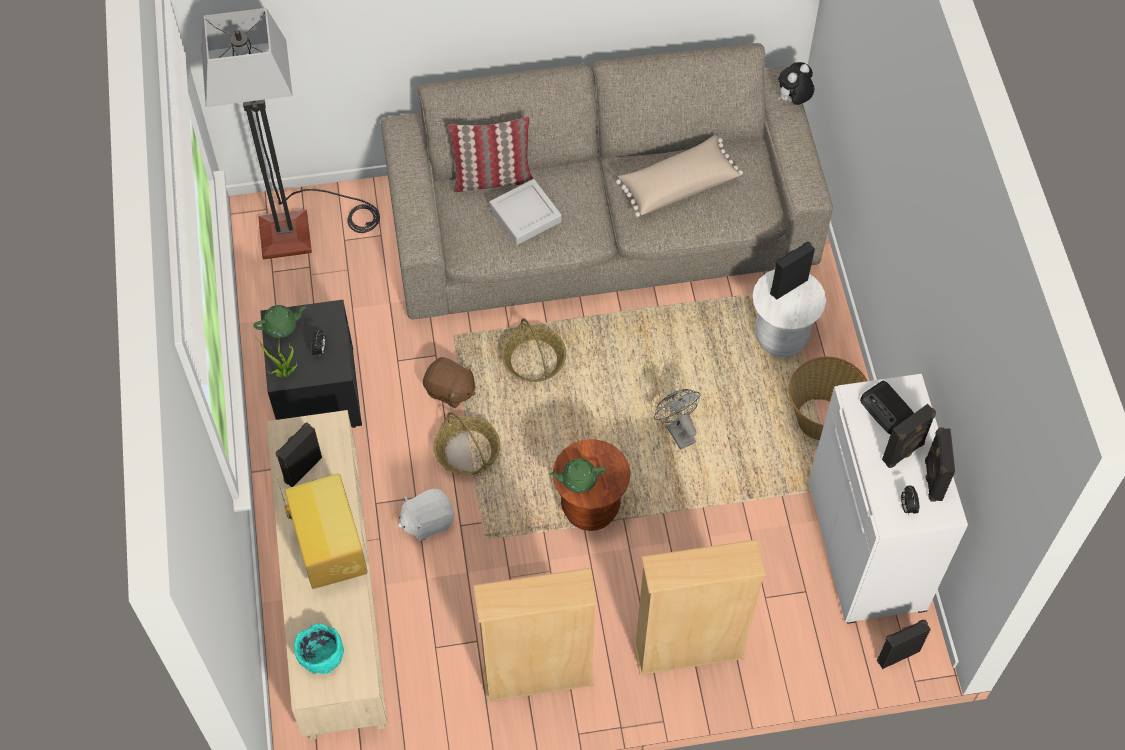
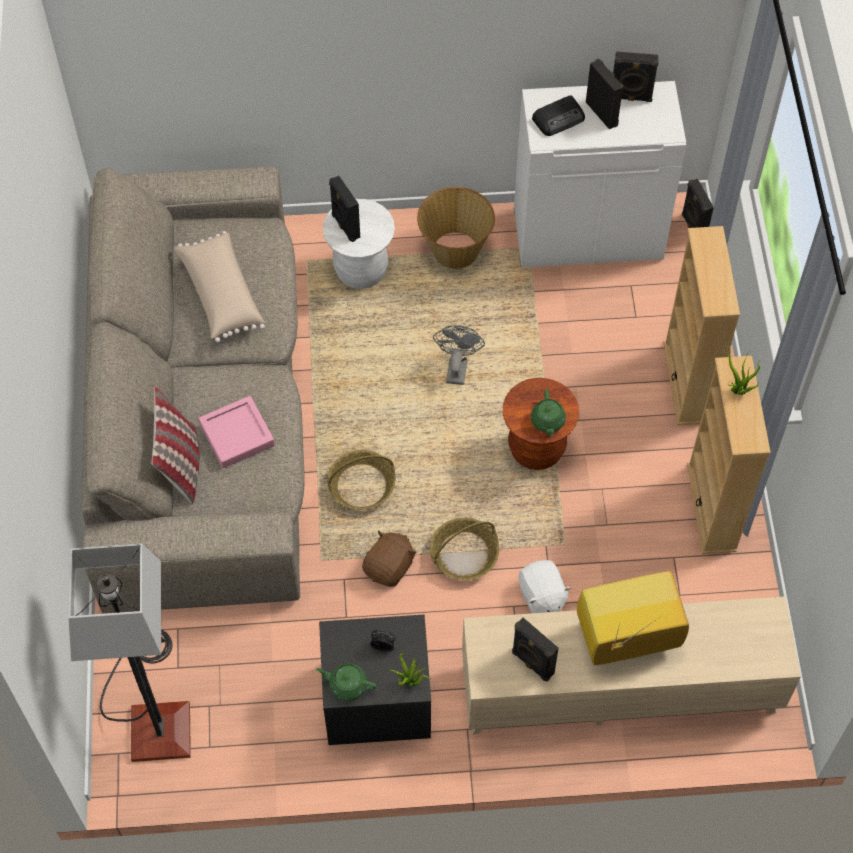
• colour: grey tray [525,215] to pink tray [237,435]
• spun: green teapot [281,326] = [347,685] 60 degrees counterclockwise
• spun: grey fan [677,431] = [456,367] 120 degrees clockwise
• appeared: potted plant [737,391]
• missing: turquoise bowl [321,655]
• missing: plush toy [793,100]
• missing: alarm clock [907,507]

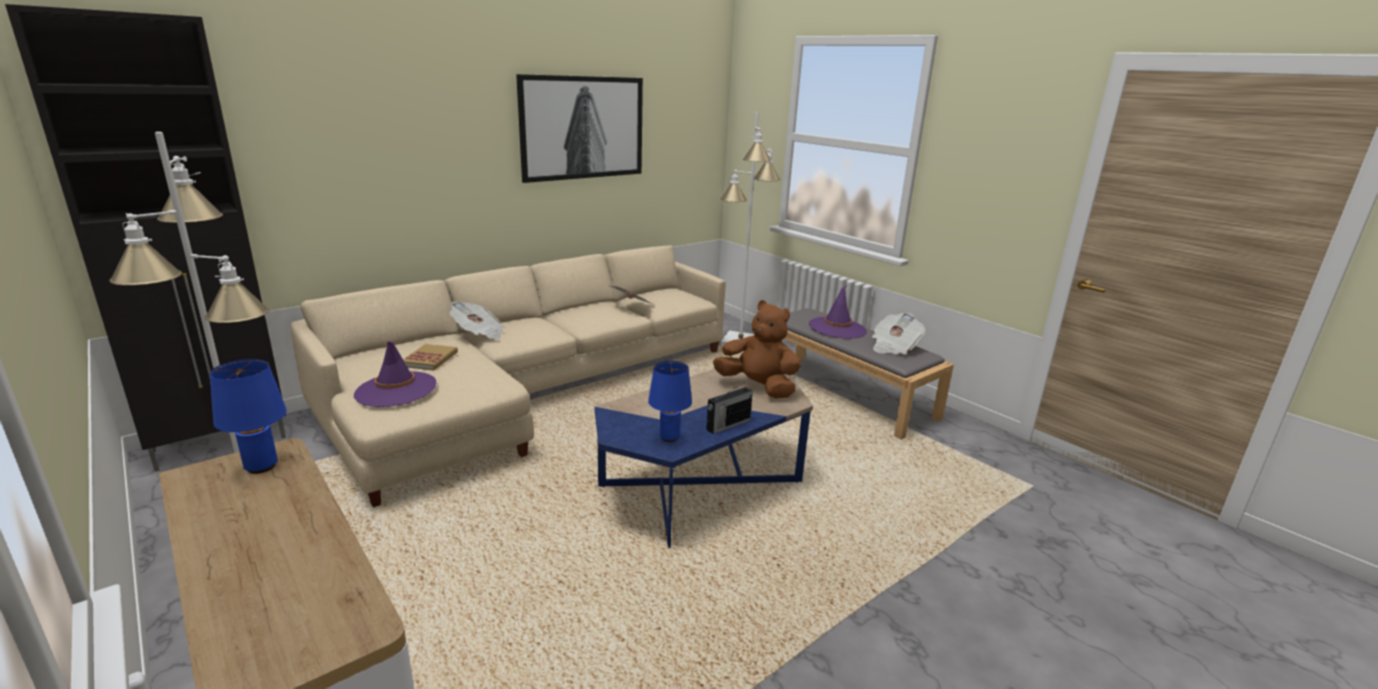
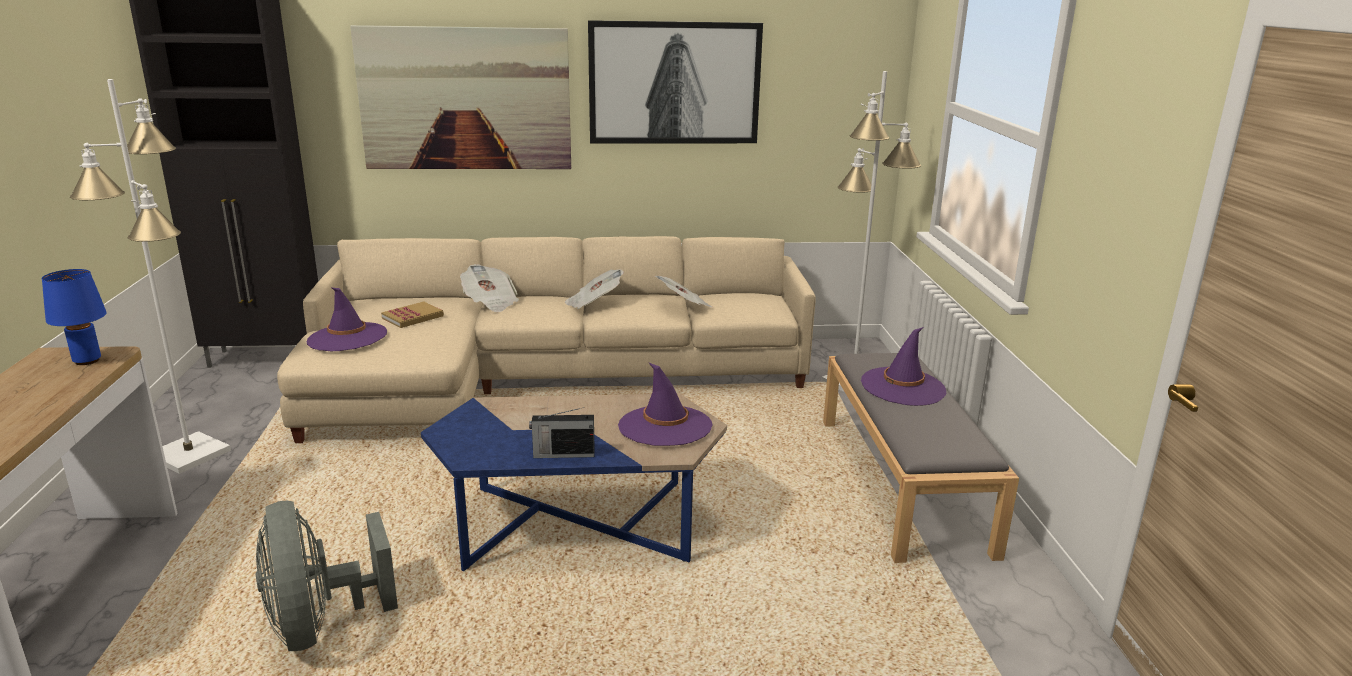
• appeared: grey fan [321,625]
• appeared: picture [465,99]
• relocated: newspaper [893,347] to [593,303]
• exchanged: brown plush toy [758,387] to purple hat [665,426]
• missing: blue table lamp [669,438]

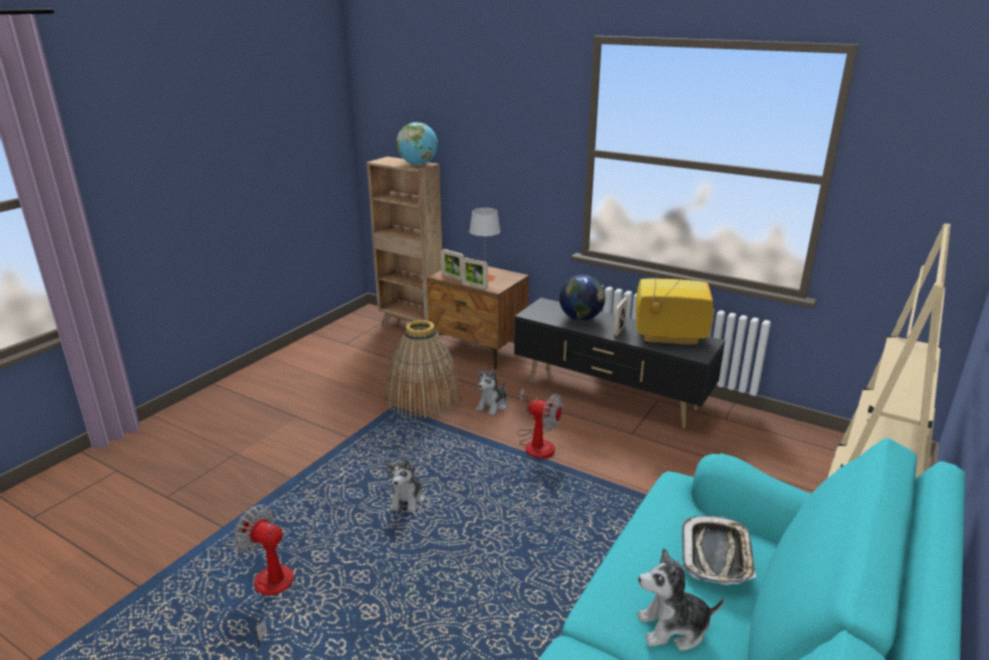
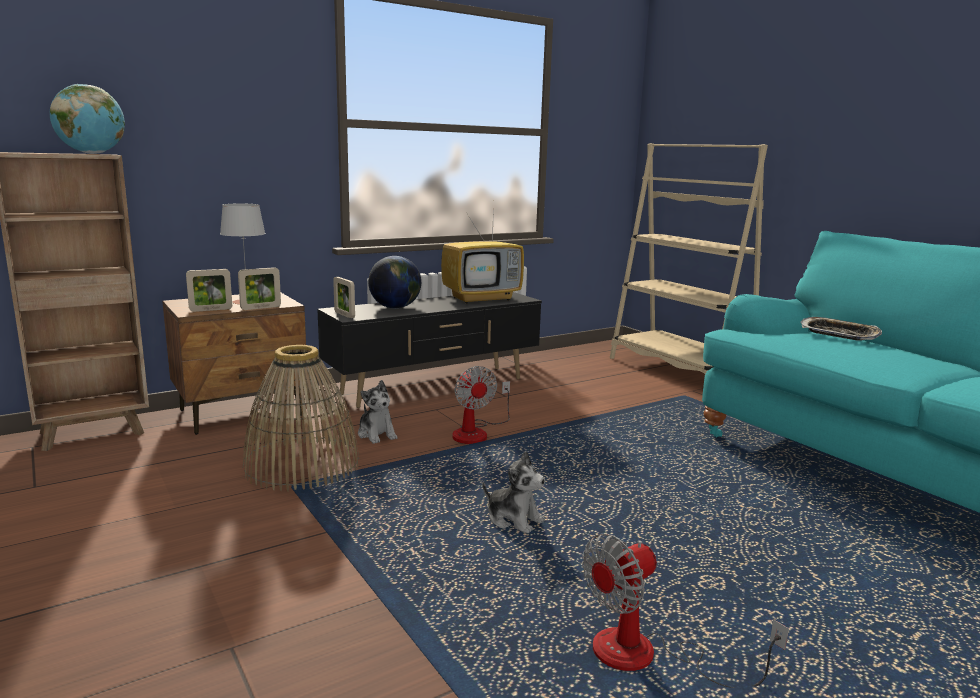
• relocated: picture frame [619,330] to [344,315]
• spun: television [667,339] = [482,298] 150 degrees counterclockwise
• spun: fan [537,443] = [476,432] 105 degrees clockwise
• missing: plush toy [673,628]

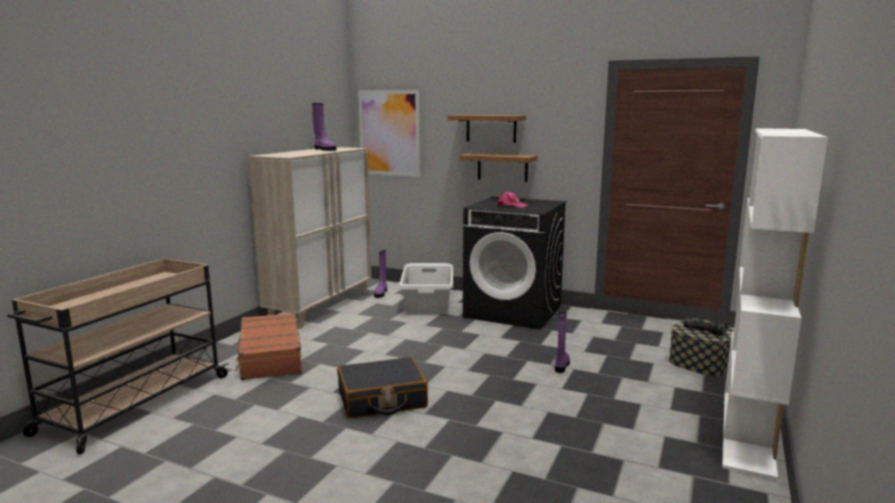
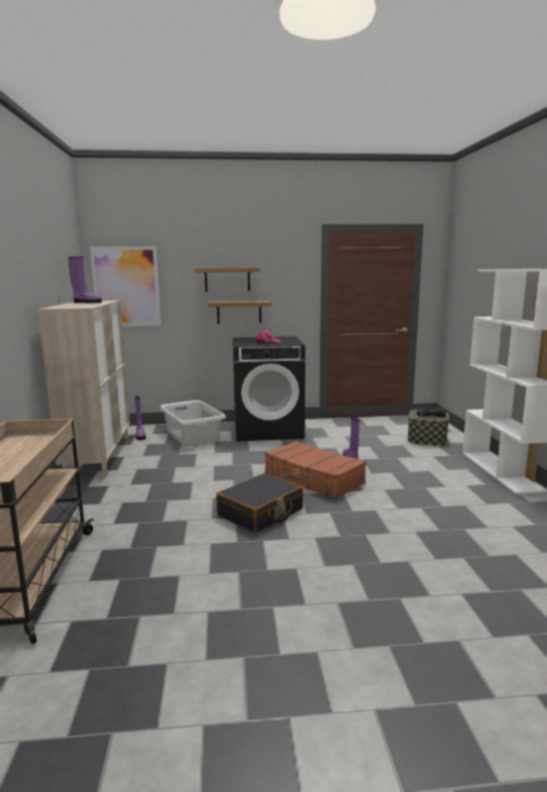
• relocated: brown suitcase [270,356] to [313,479]

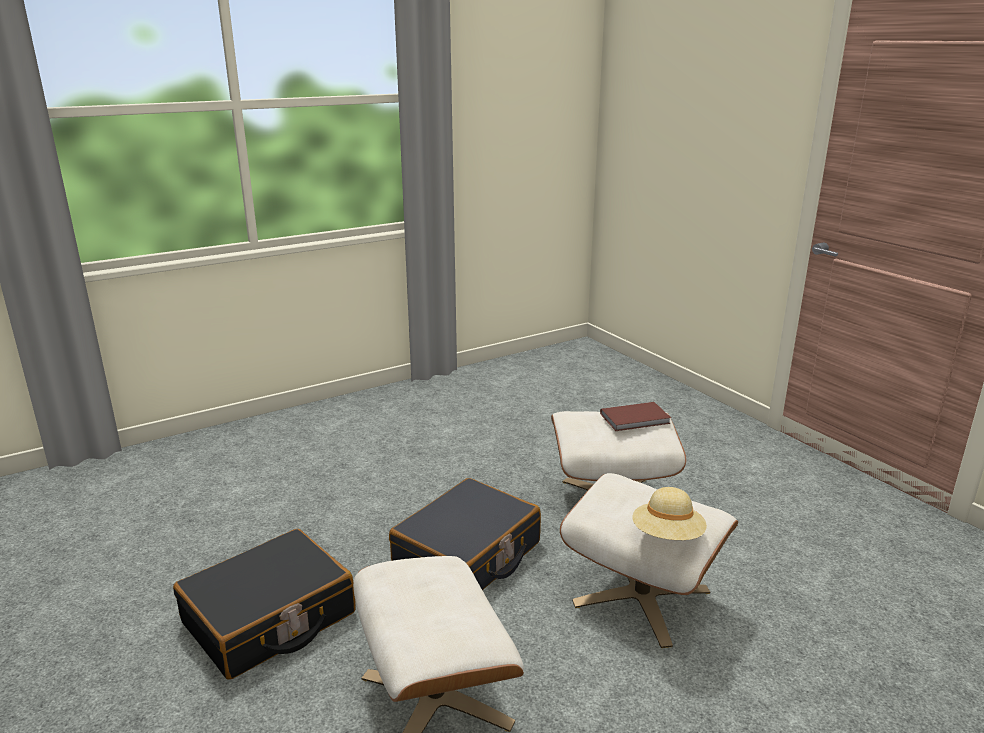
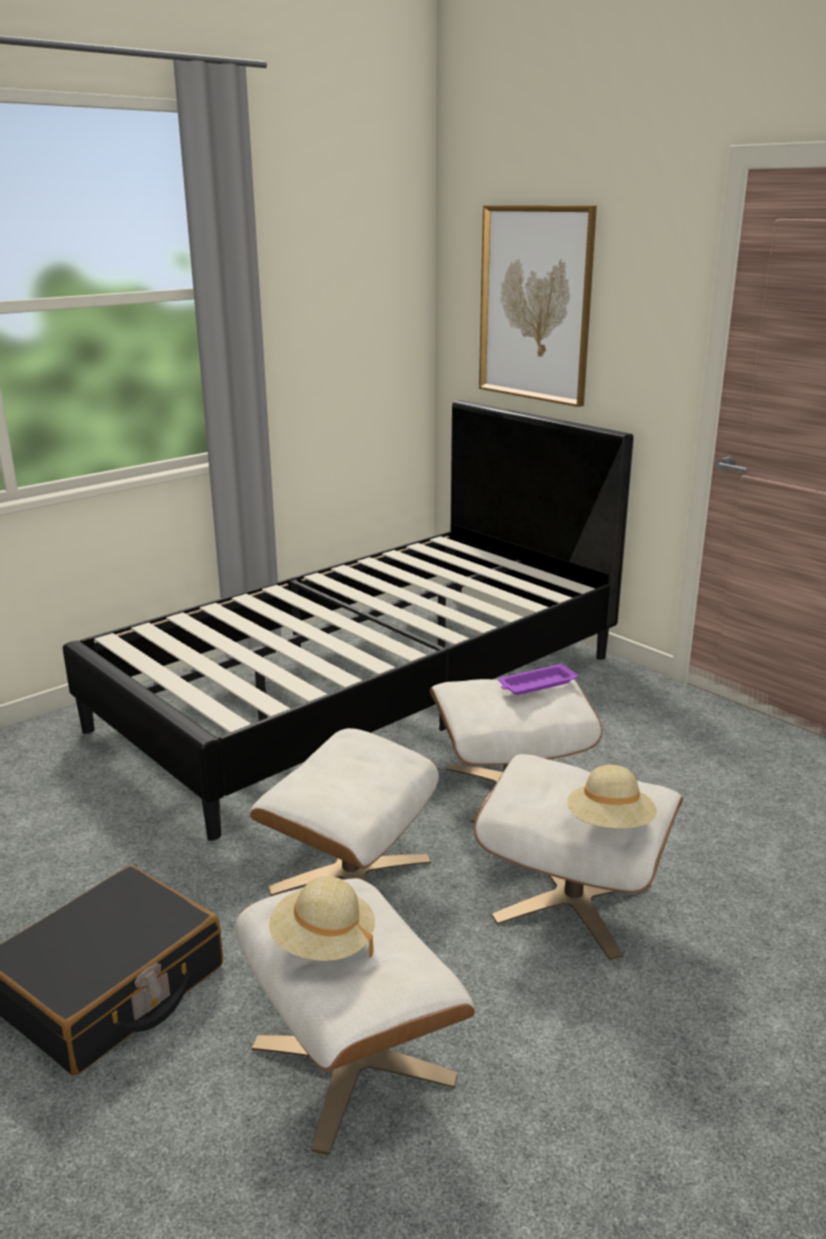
• appeared: black bed [365,691]
• exchanged: black suitcase [468,555] to beige ottoman [350,875]
• appeared: beige hat [323,943]
• appeared: picture [535,304]
• exchanged: brown book [636,419] to purple tray [536,685]

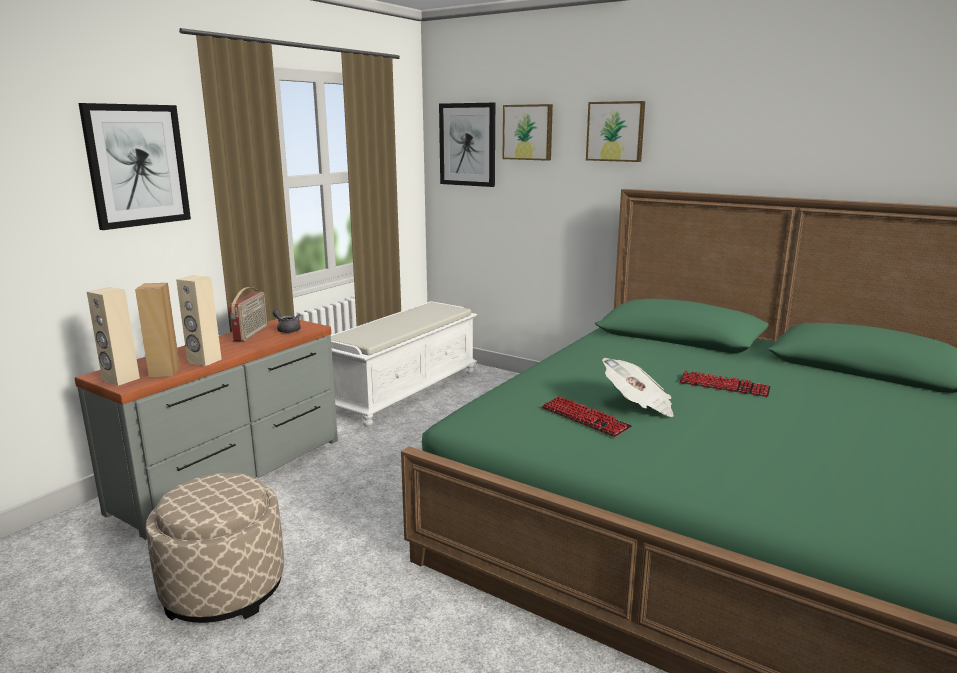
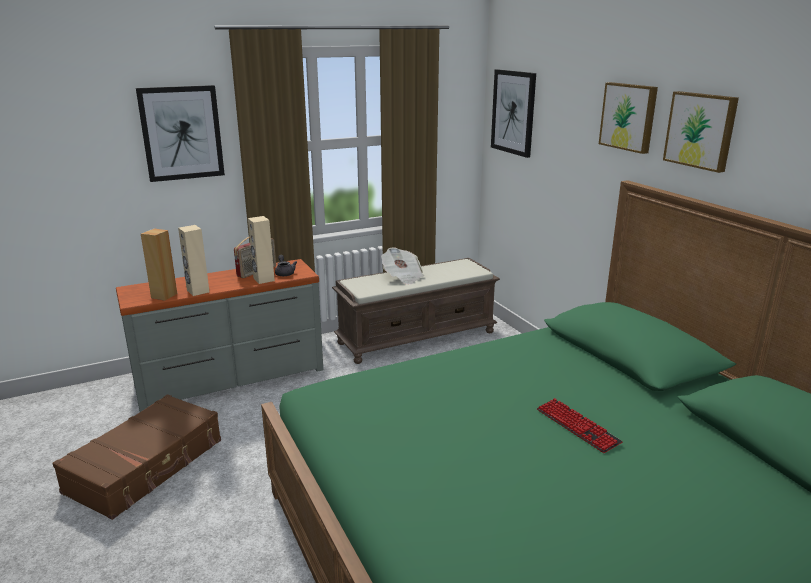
• exchanged: beige ottoman [224,589] to brown suitcase [147,466]
• relocated: beige speaker [120,380] to [263,279]
• colour: white bench [405,391] to brown bench [417,337]
• relocated: newspaper [638,405] to [402,277]
• relocated: picture [528,132] to [701,130]
• missing: keyboard [585,418]

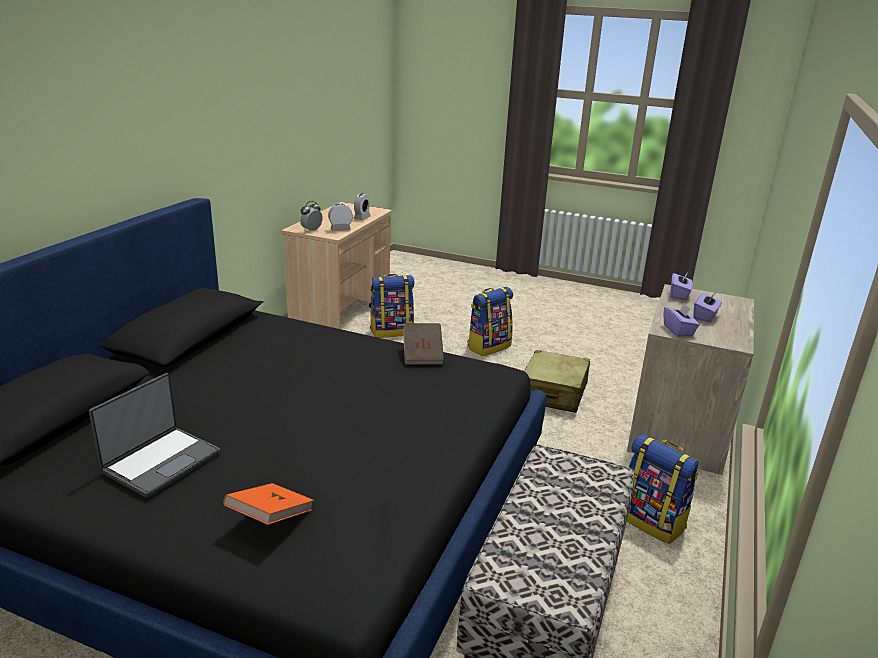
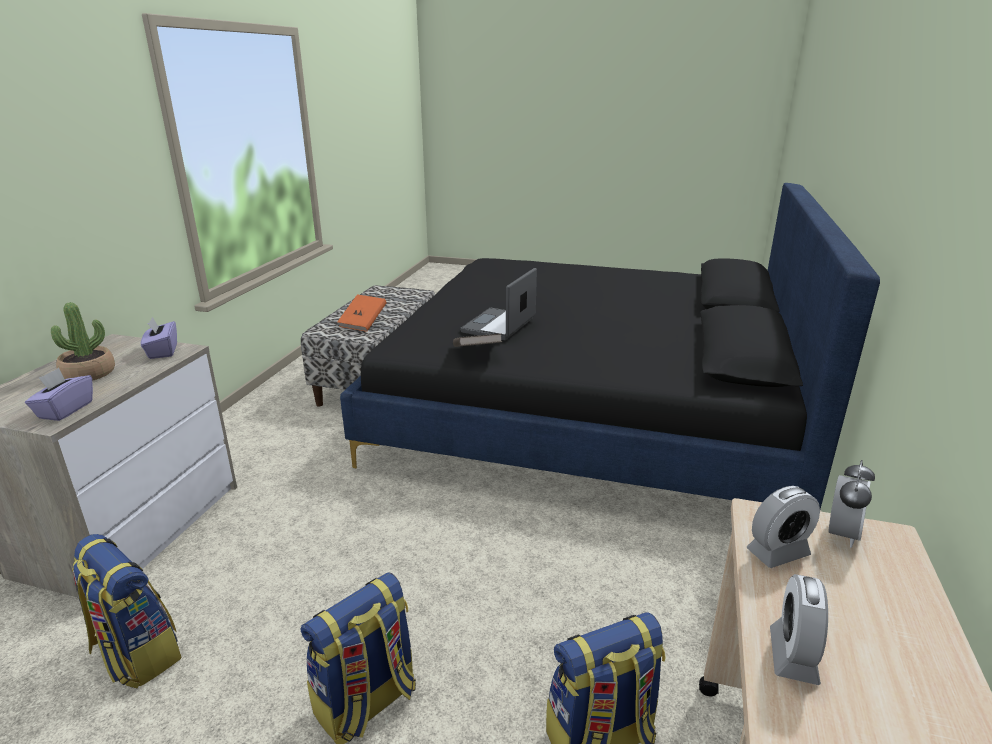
• exchanged: purple tissue box [705,316] to potted plant [89,374]
• relocated: backpack [652,521] to [136,654]
• relocated: orange book [270,518] to [363,323]
• relocated: laptop [161,462] to [500,326]
• missing: beige suitcase [553,393]

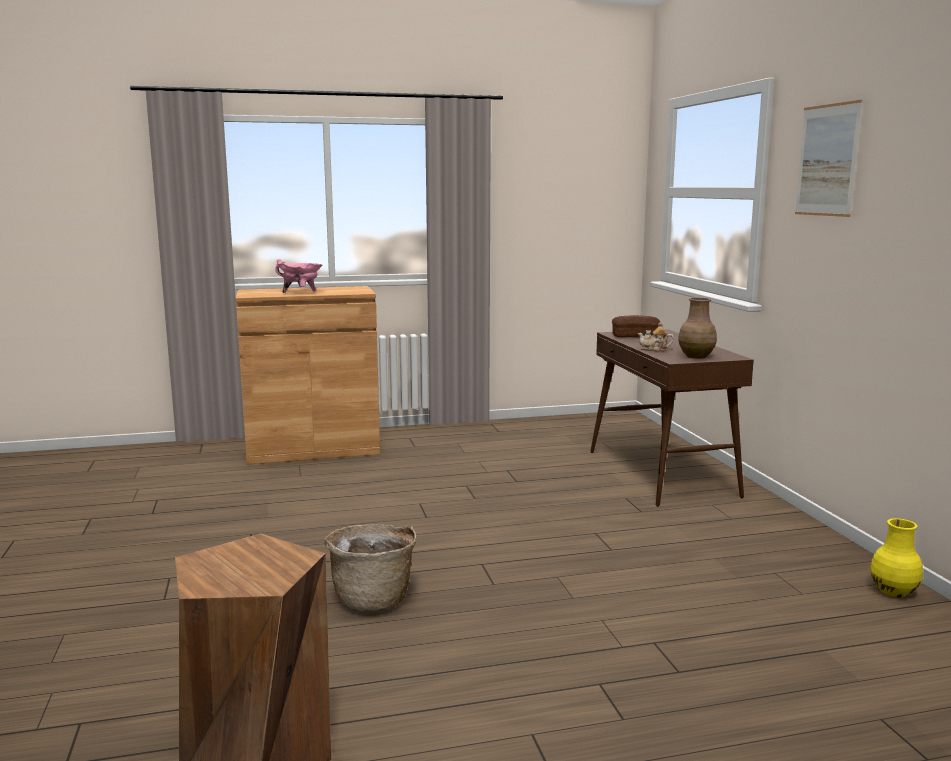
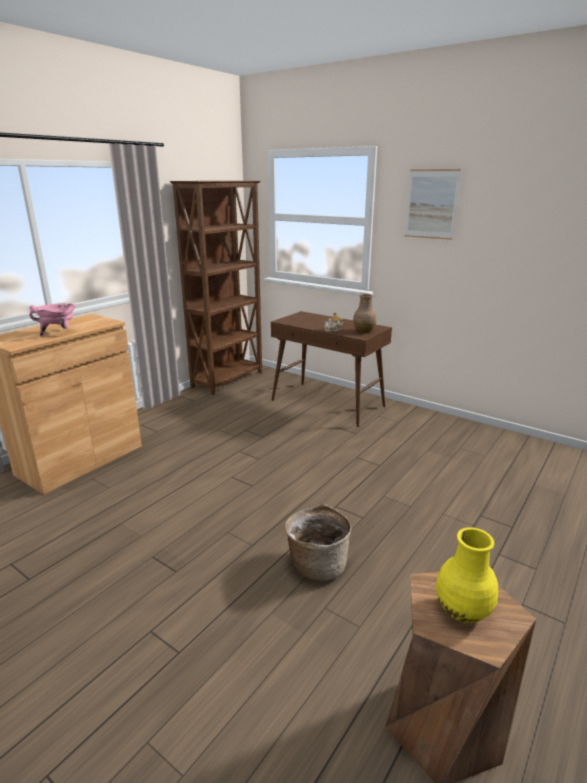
• appeared: brown bookcase [228,380]
• relocated: yellow vase [893,592] to [463,611]
• missing: bread [635,336]

